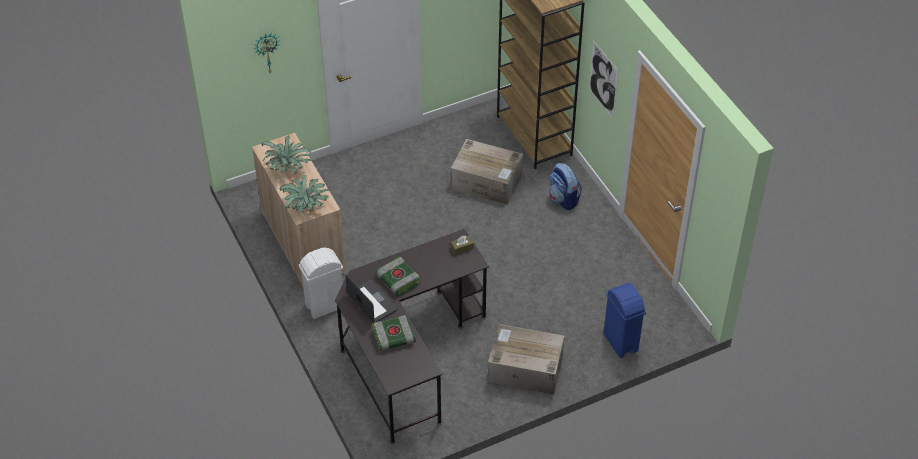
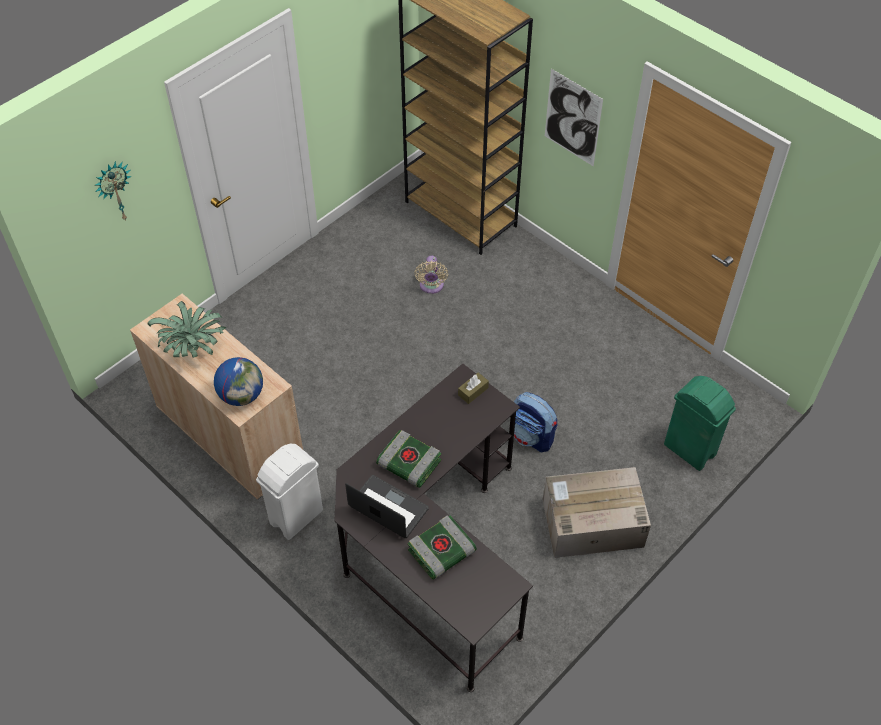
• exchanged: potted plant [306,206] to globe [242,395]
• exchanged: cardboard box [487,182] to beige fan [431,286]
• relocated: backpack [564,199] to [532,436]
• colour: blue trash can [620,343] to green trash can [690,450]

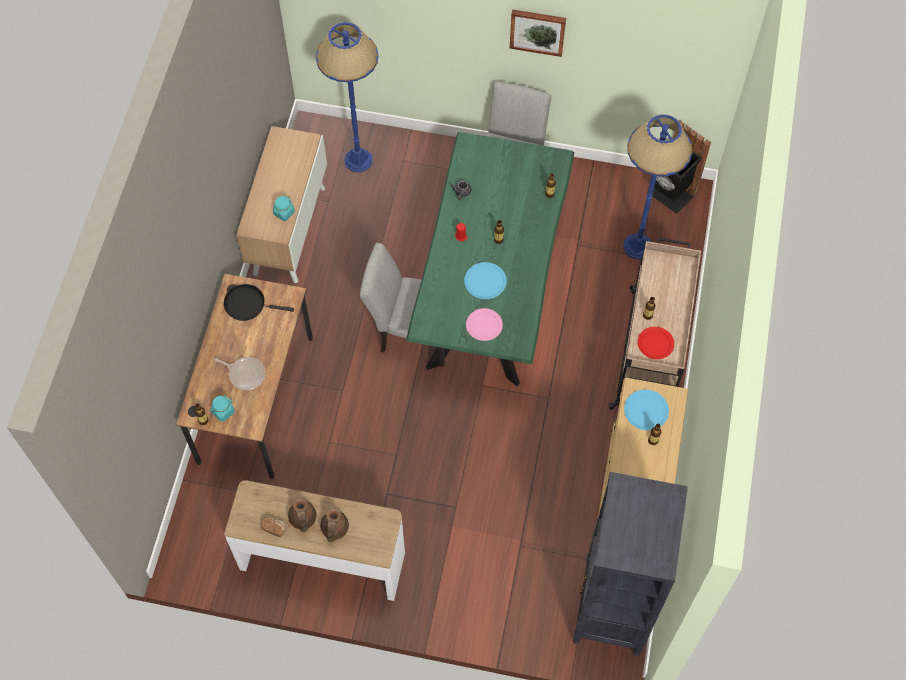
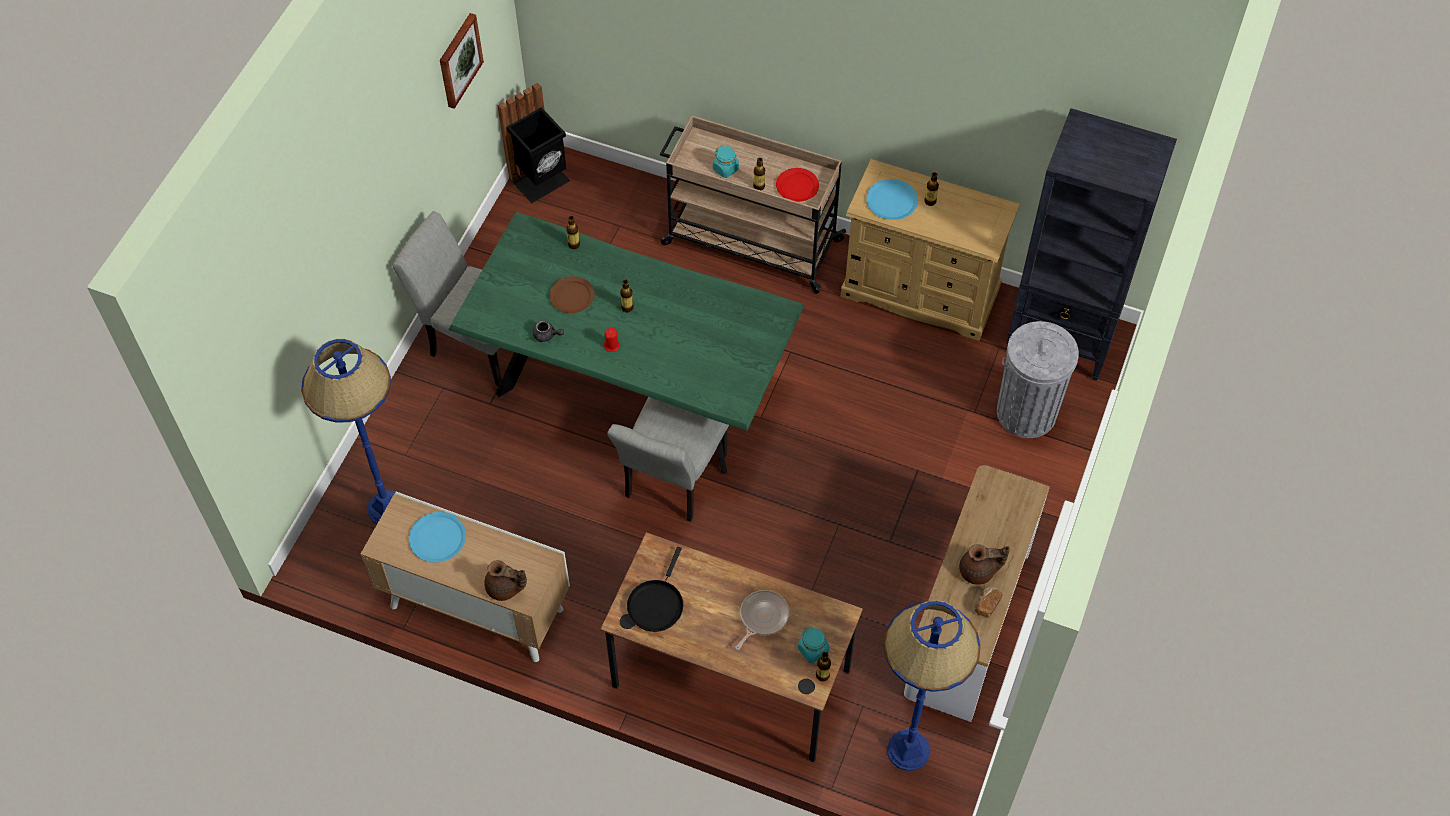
• relocated: blue plate [485,281] to [437,538]
• relocated: picture [537,31] to [459,60]
• relocated: brown teapot [334,529] to [505,588]
• appeared: brown plate [572,296]
• relocated: turquoise jar [284,213] to [725,169]
• relocated: blue floor lamp [637,246] to [908,751]
• appeared: grey trash can [1026,412]
• missing: pink plate [484,325]

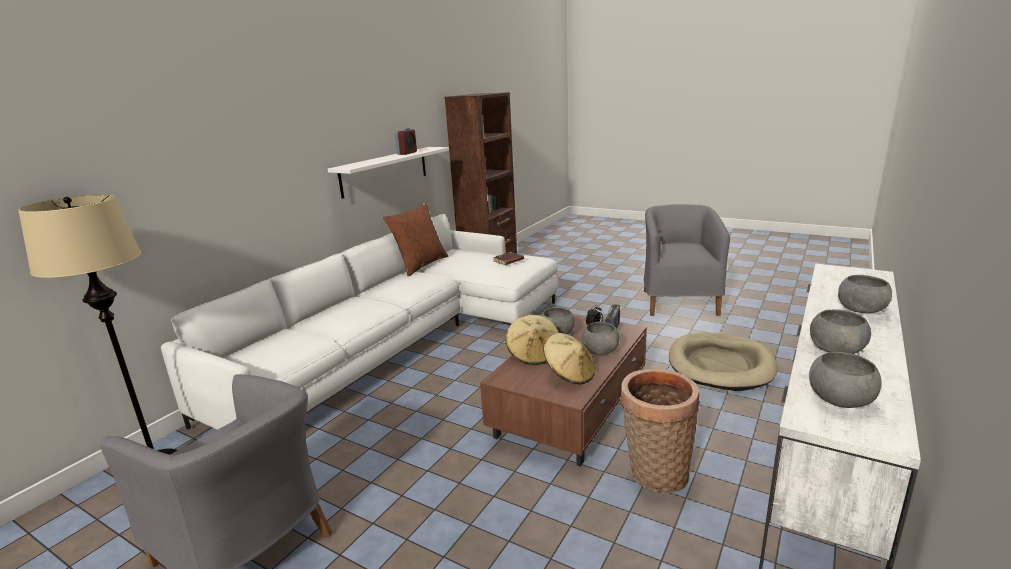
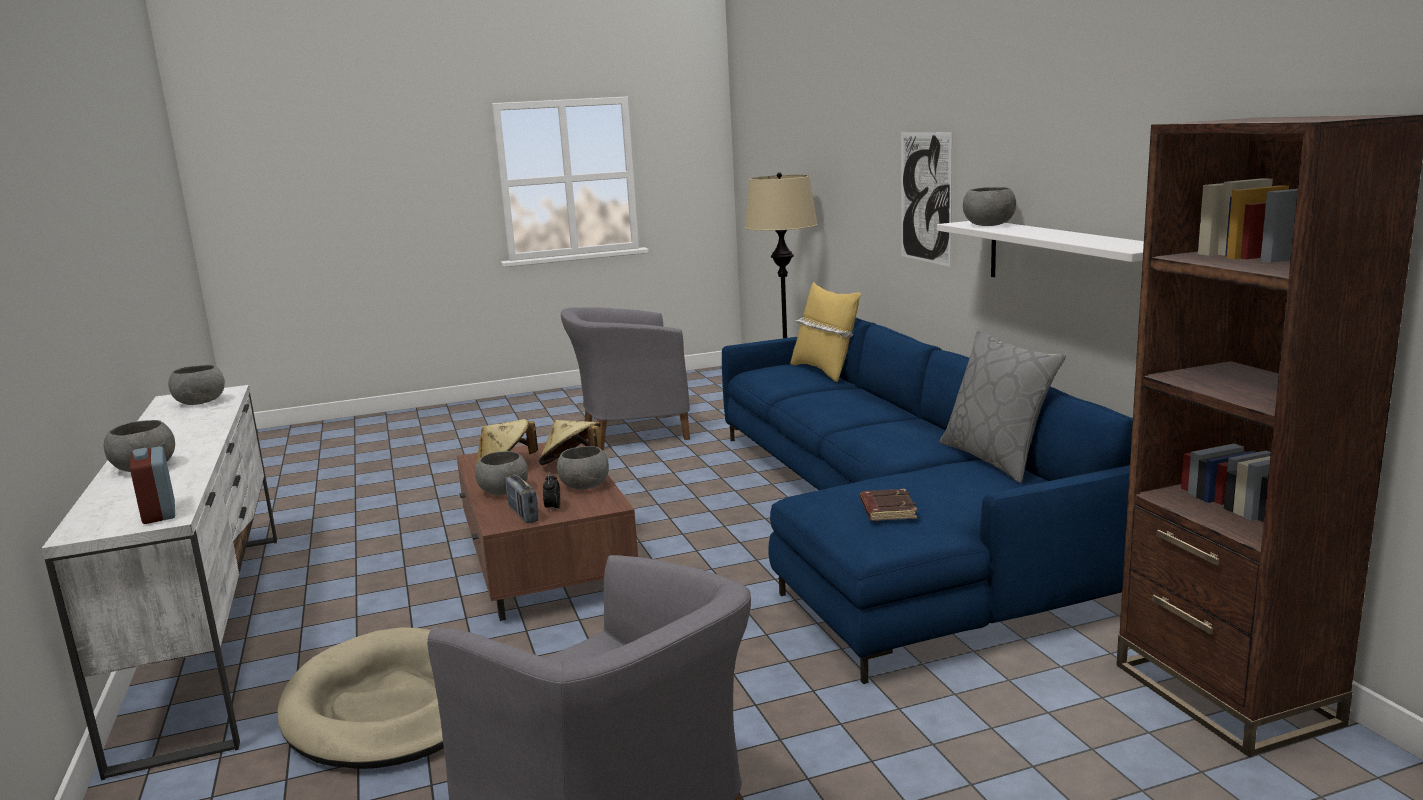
• relocated: alarm clock [407,153] to [159,513]
• colour: white sofa [404,342] to blue sofa [887,521]
• appeared: yellow pillow [825,371]
• appeared: picture [925,197]
• colour: brown pillow [420,265] to grey pillow [996,458]
• relocated: grey bowl [835,350] to [988,225]
• missing: basket [655,474]

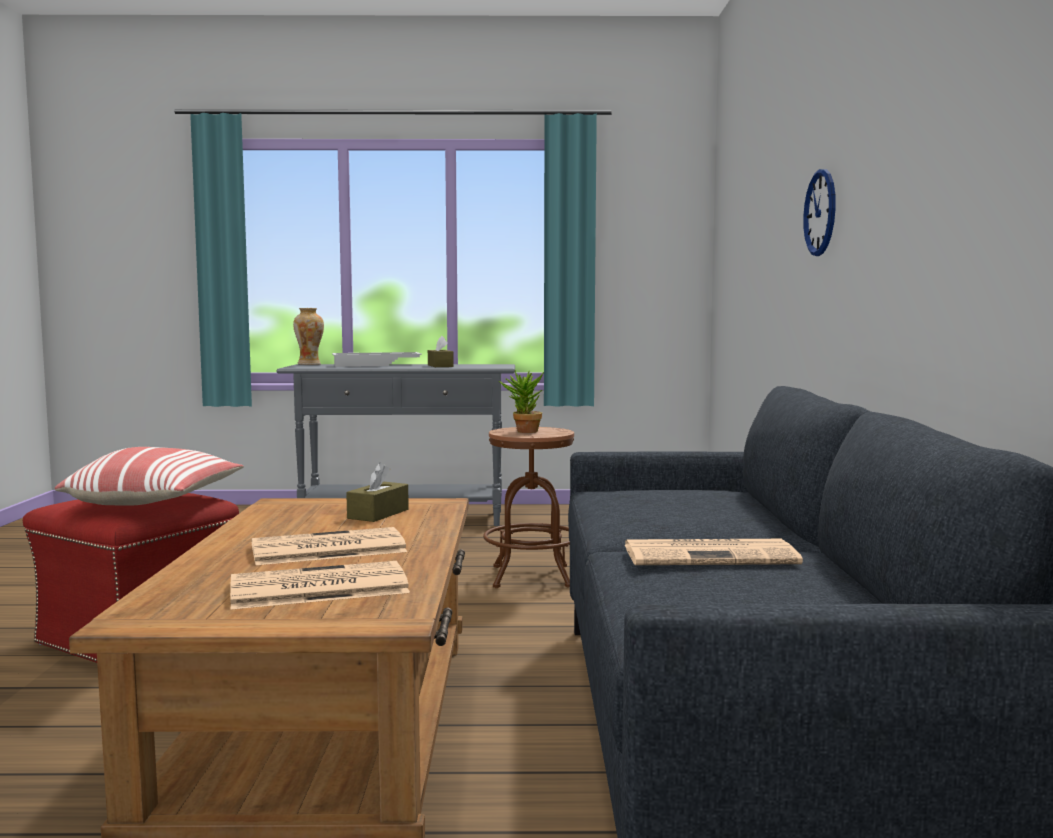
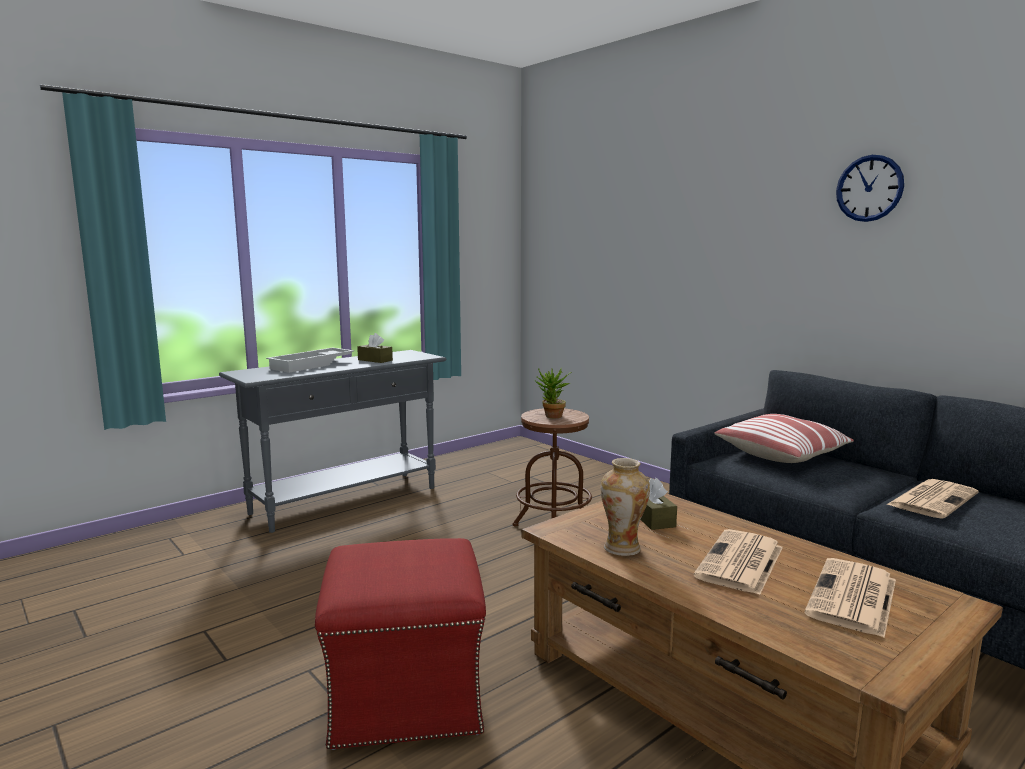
• relocated: vase [309,364] to [622,548]
• relocated: pillow [156,502] to [782,454]
• relocated: wall clock [820,212] to [869,188]

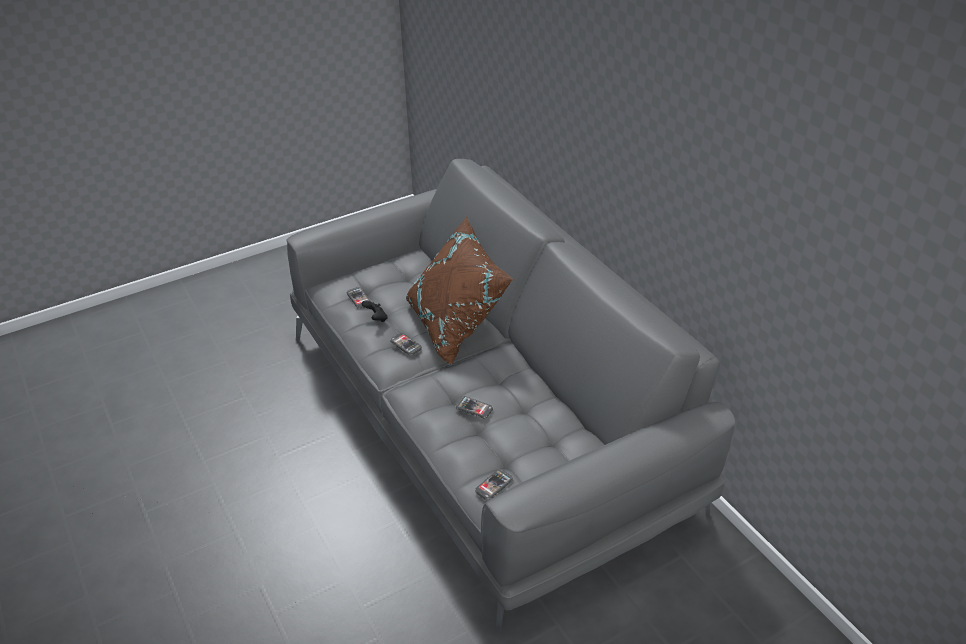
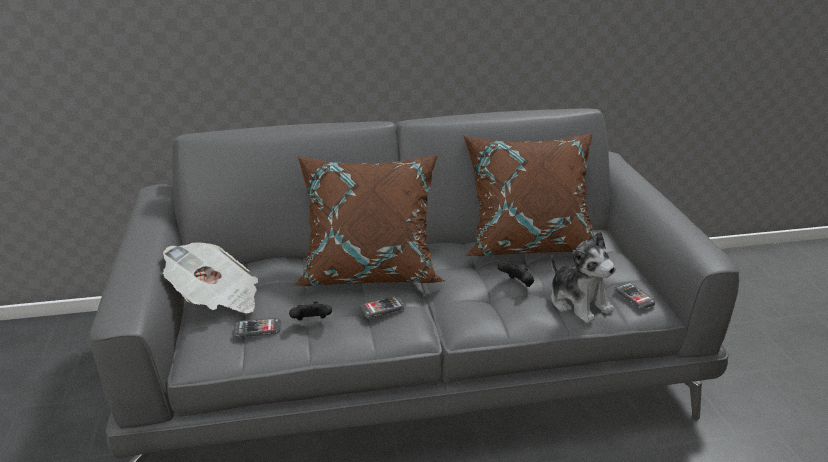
• appeared: newspaper [217,298]
• appeared: brown pillow [528,241]
• exchanged: phone [474,408] to black game controller [517,284]
• appeared: plush toy [579,303]

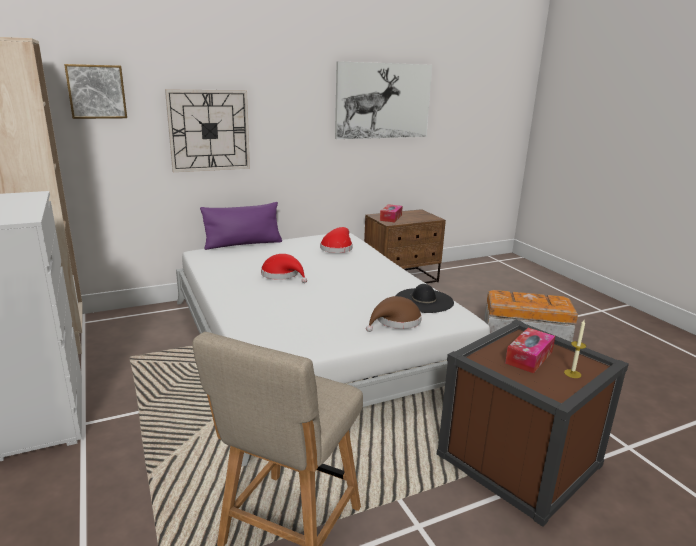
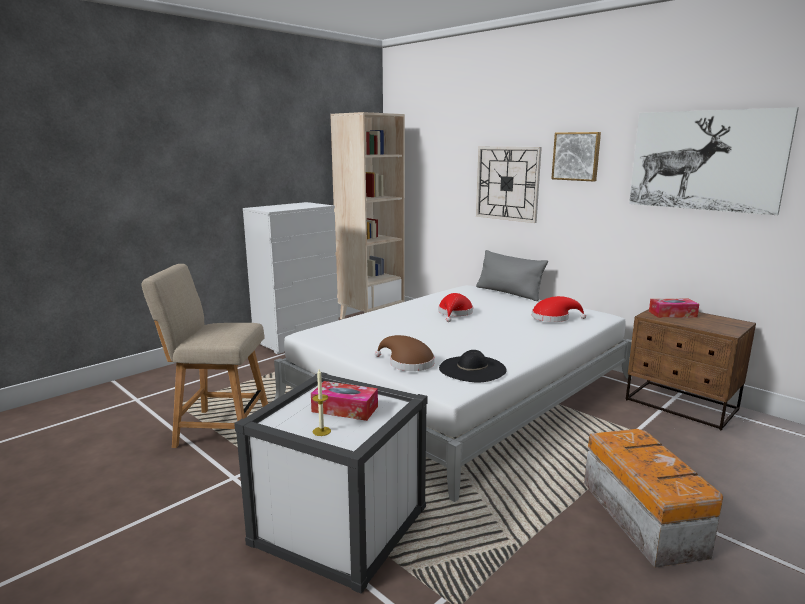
• colour: brown storage box [518,460] to white storage box [340,525]
• colour: purple pillow [243,244] to grey pillow [508,293]
• relocated: picture [96,91] to [576,156]

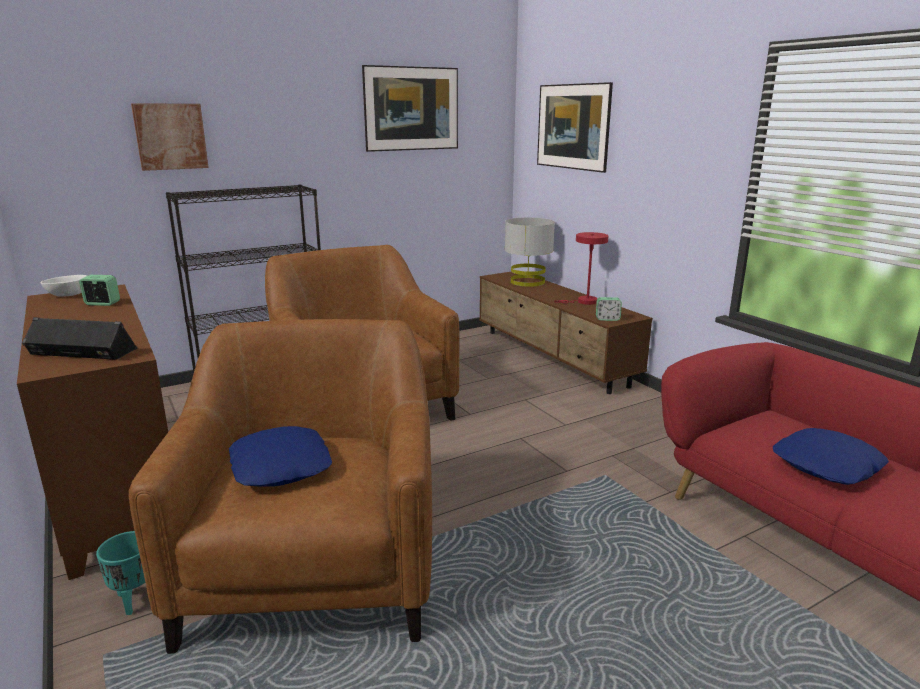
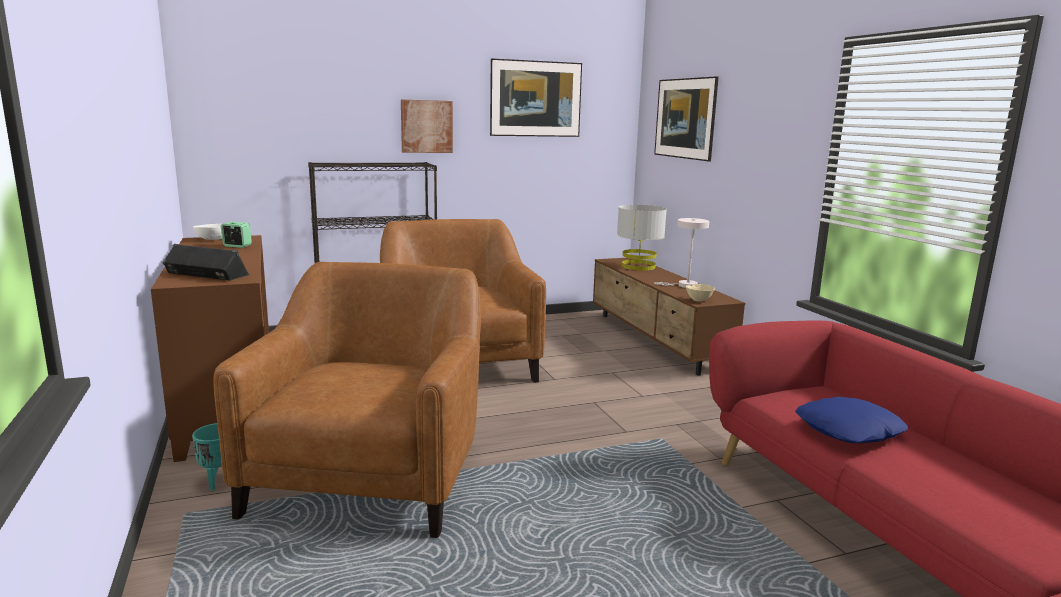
• relocated: picture [170,136] to [426,126]
• colour: red table lamp [583,302] to white table lamp [684,285]
• exchanged: alarm clock [607,319] to beige bowl [699,300]
• missing: blue pillow [281,466]

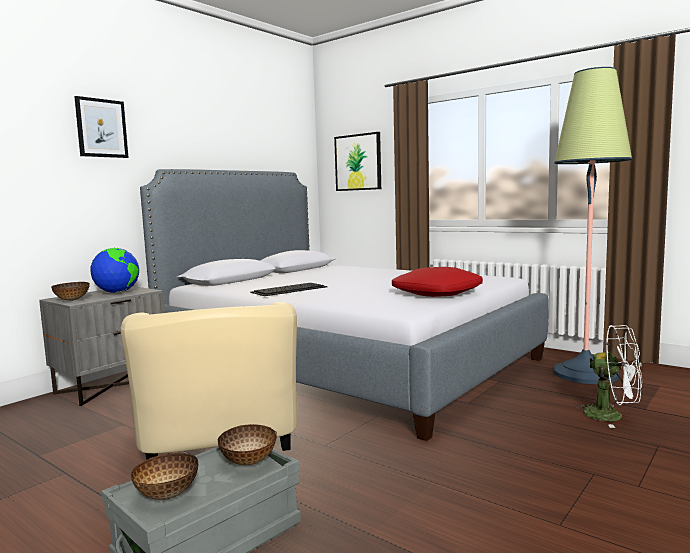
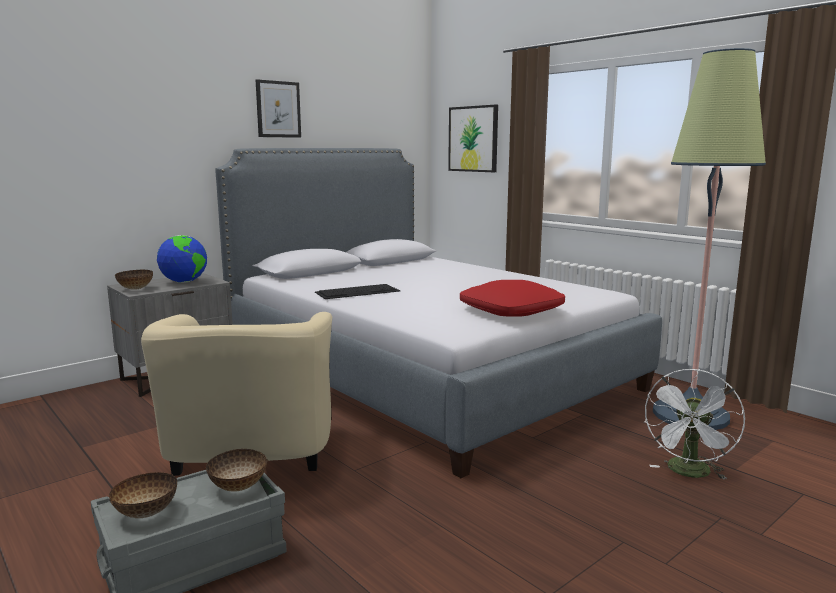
• relocated: picture [101,128] to [278,109]
• spun: white fan [612,416] = [689,473] 75 degrees clockwise

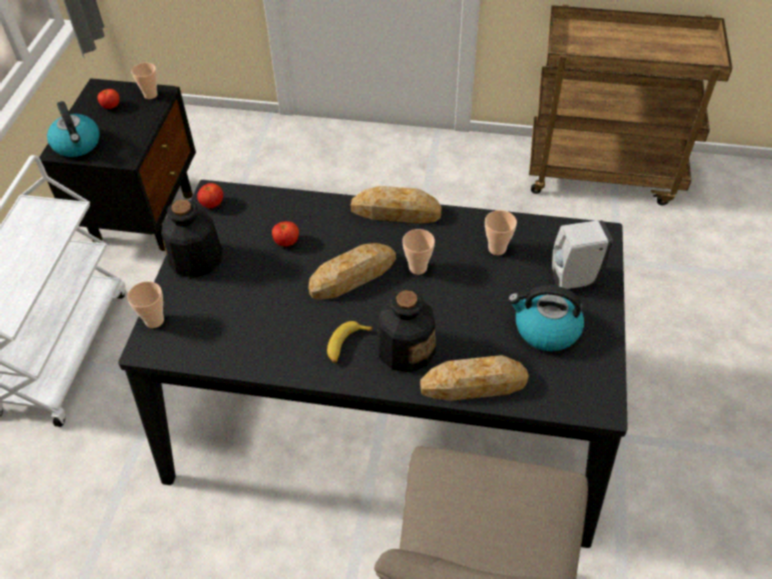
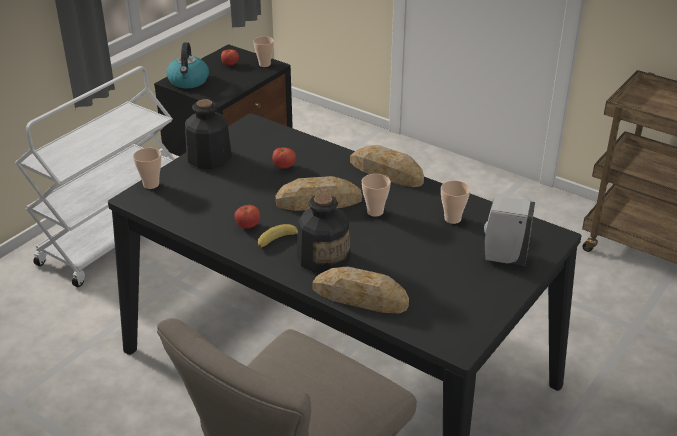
• relocated: tomato [212,204] to [248,226]
• missing: kettle [545,329]

